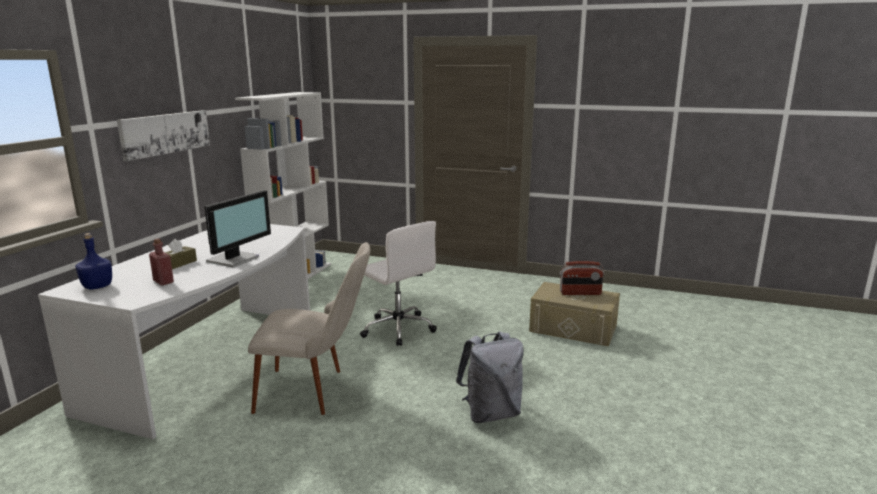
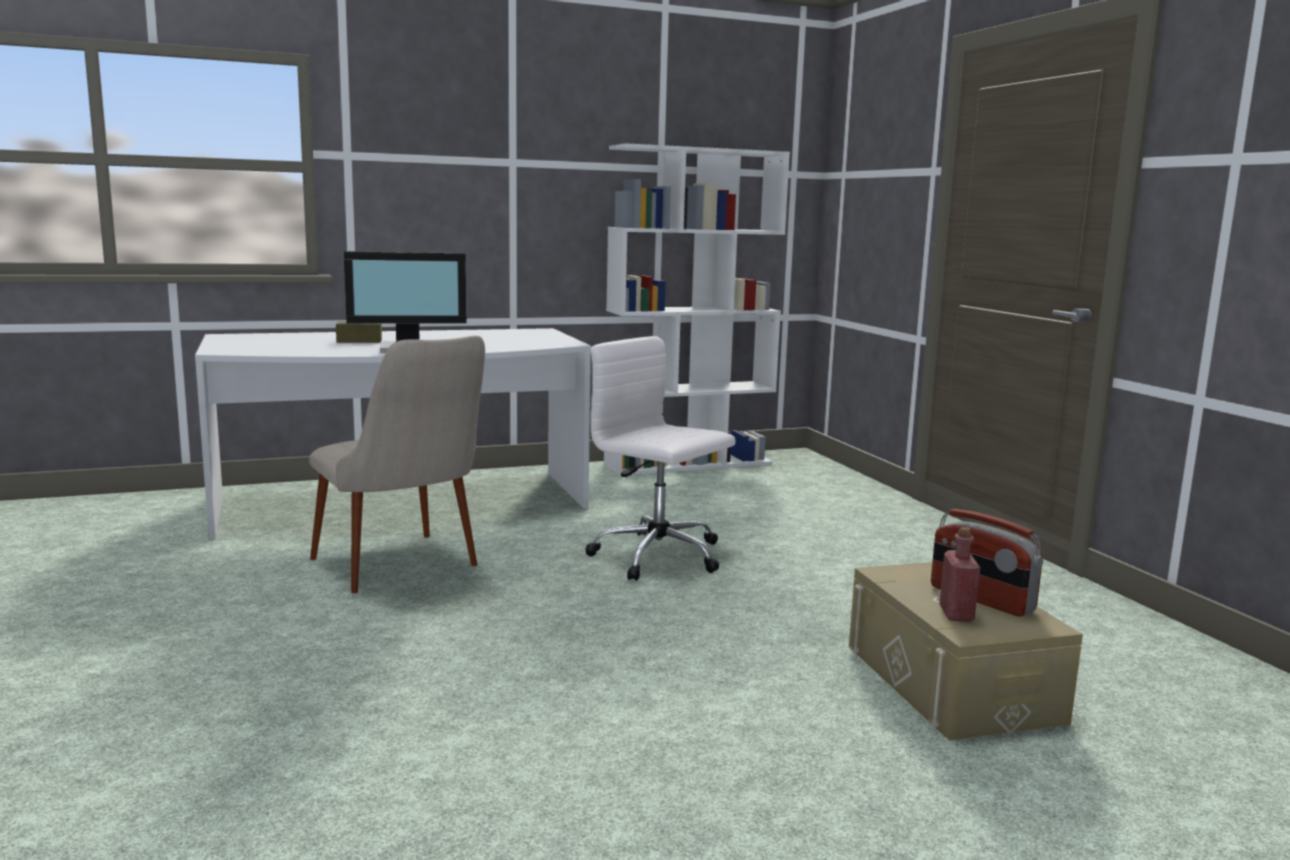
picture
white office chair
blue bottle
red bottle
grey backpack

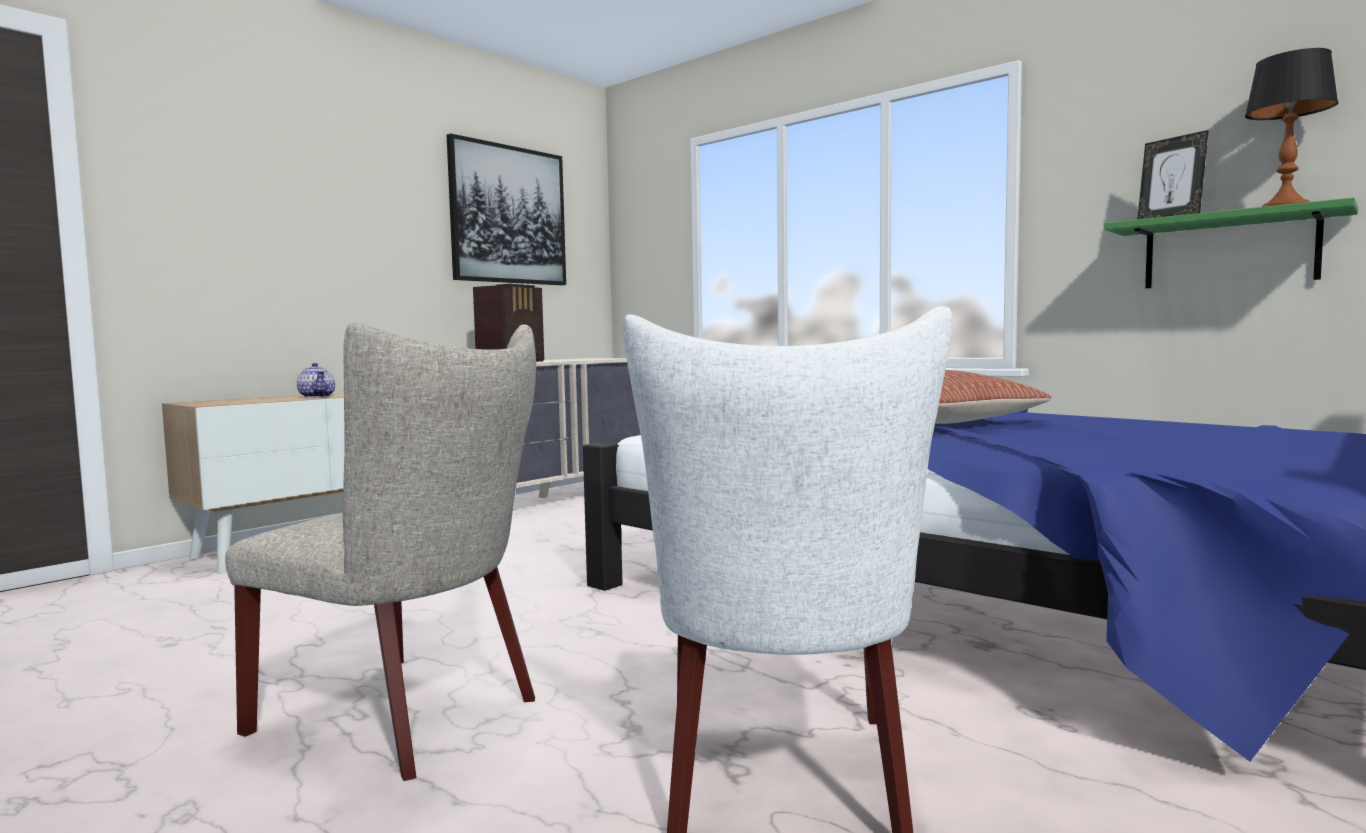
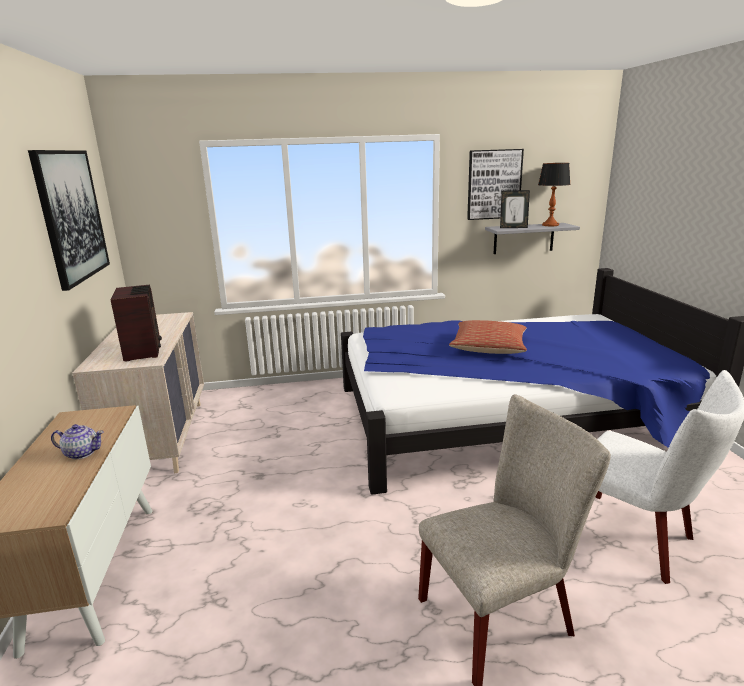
grey shelf
picture (no. 2 from left)

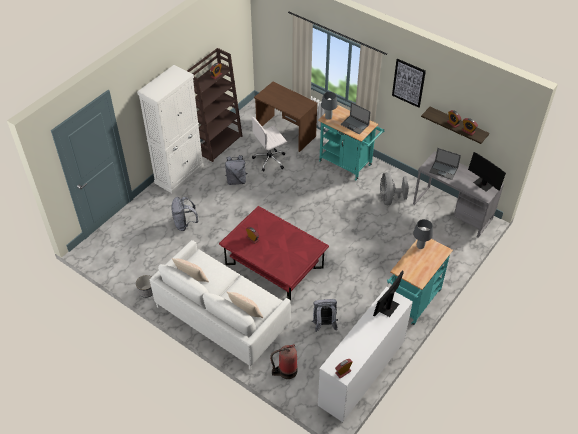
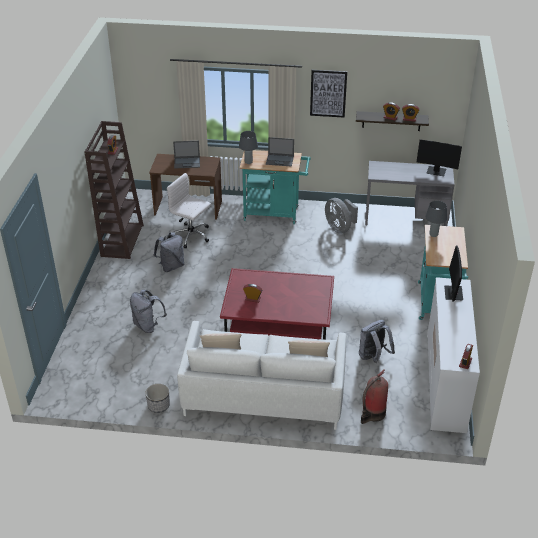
white cabinet
white office chair
laptop (no. 1 from left)

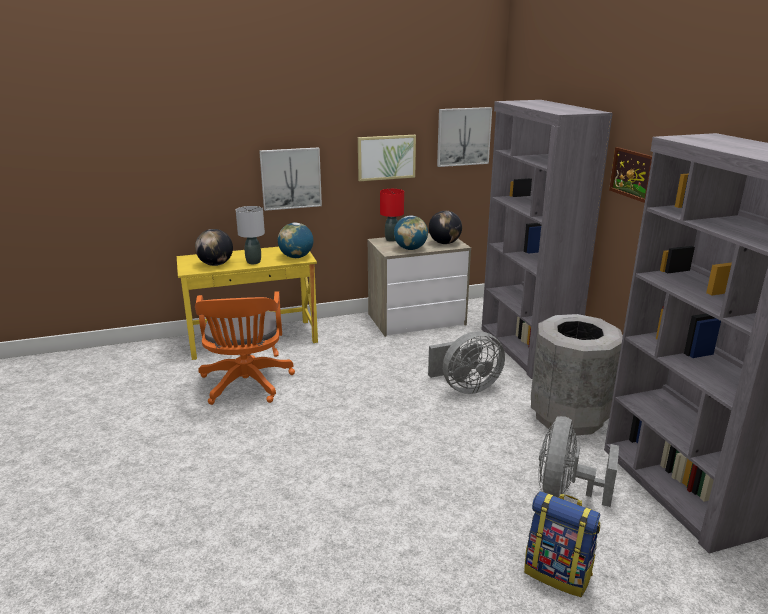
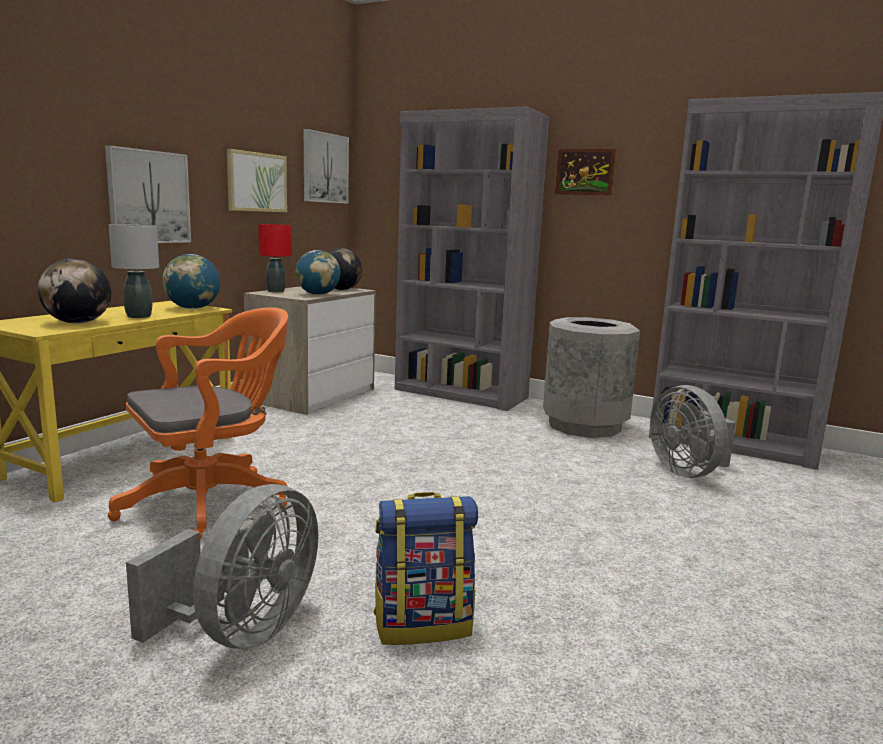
orange office chair
grey fan (no. 1 from left)
backpack

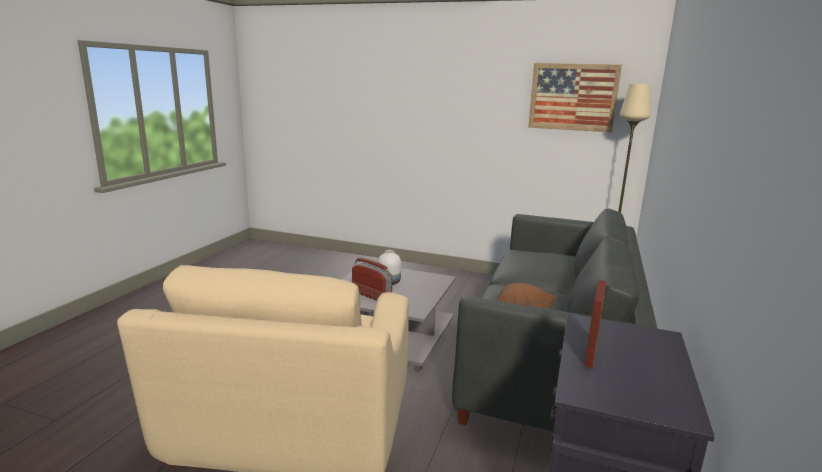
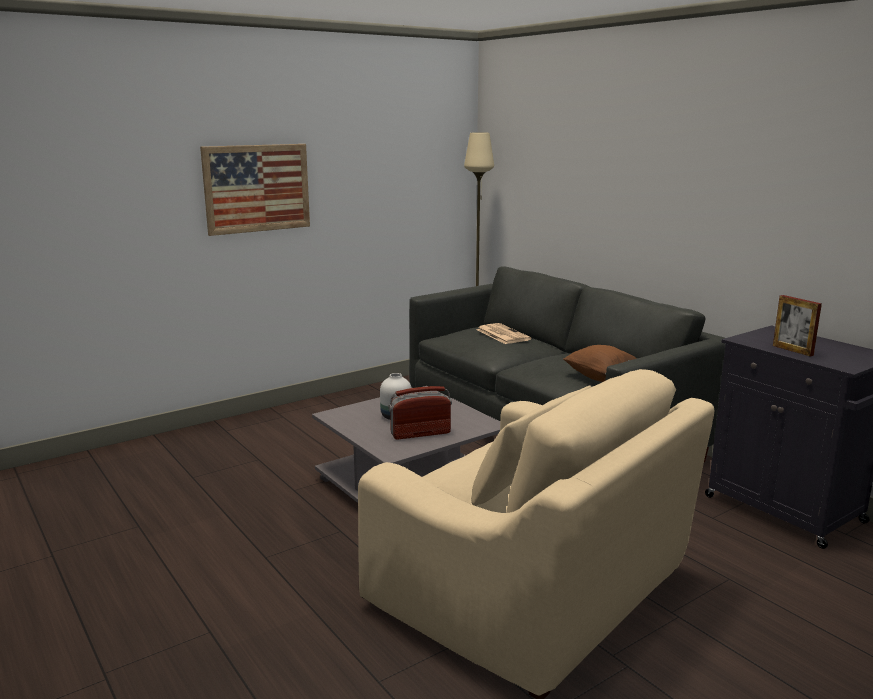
picture
newspaper

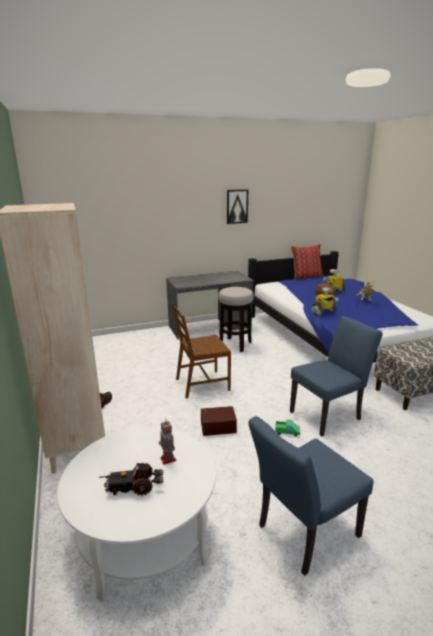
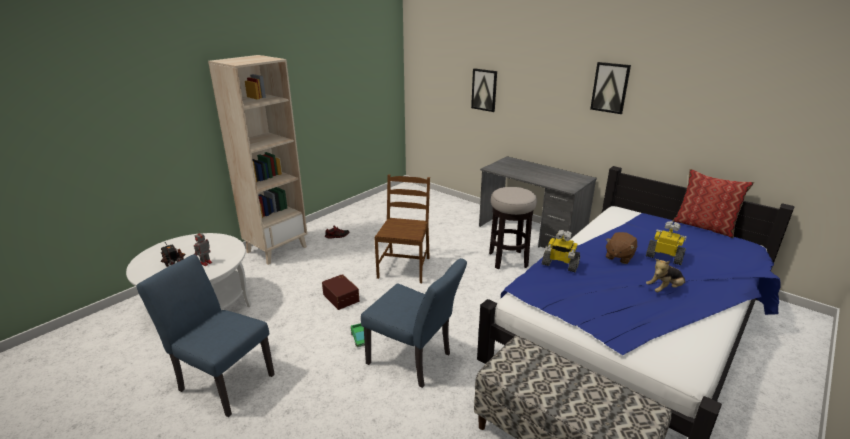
brown chair
picture (no. 1 from left)

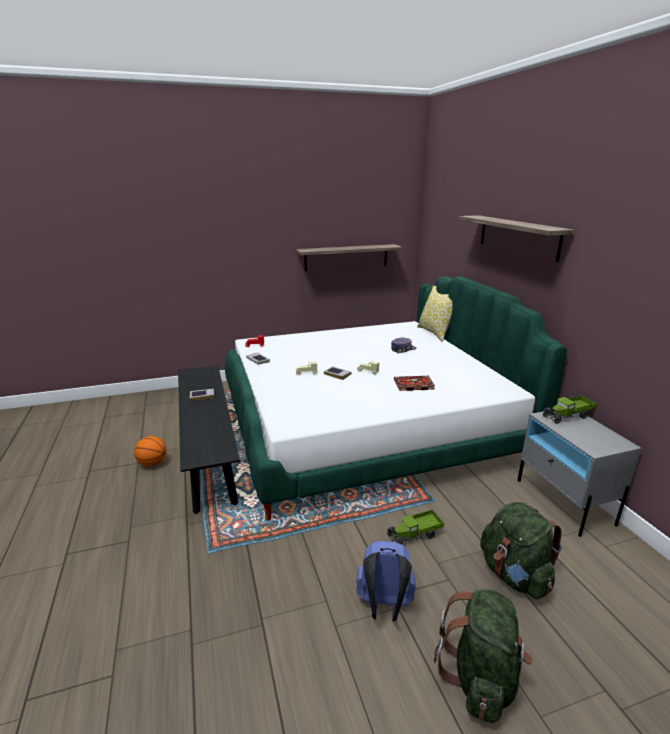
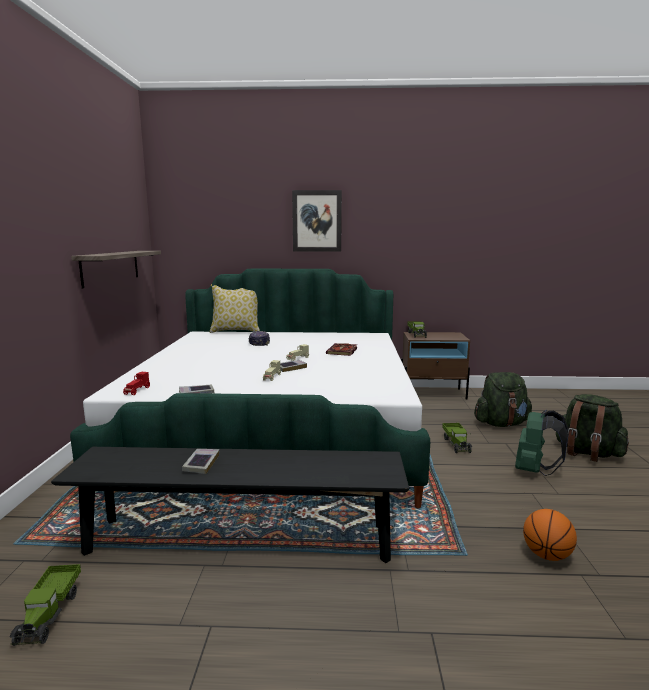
picture
brown nightstand
basketball
green backpack (no. 2 from left)
toy truck (no. 1 from left)

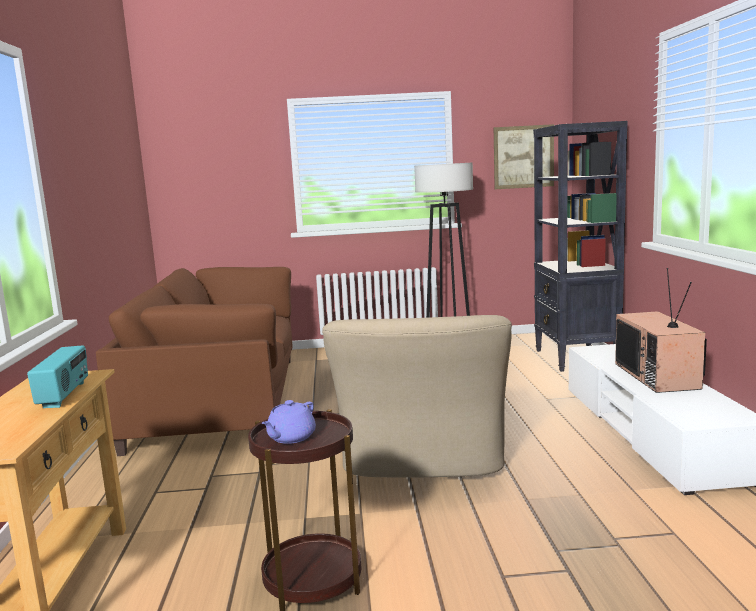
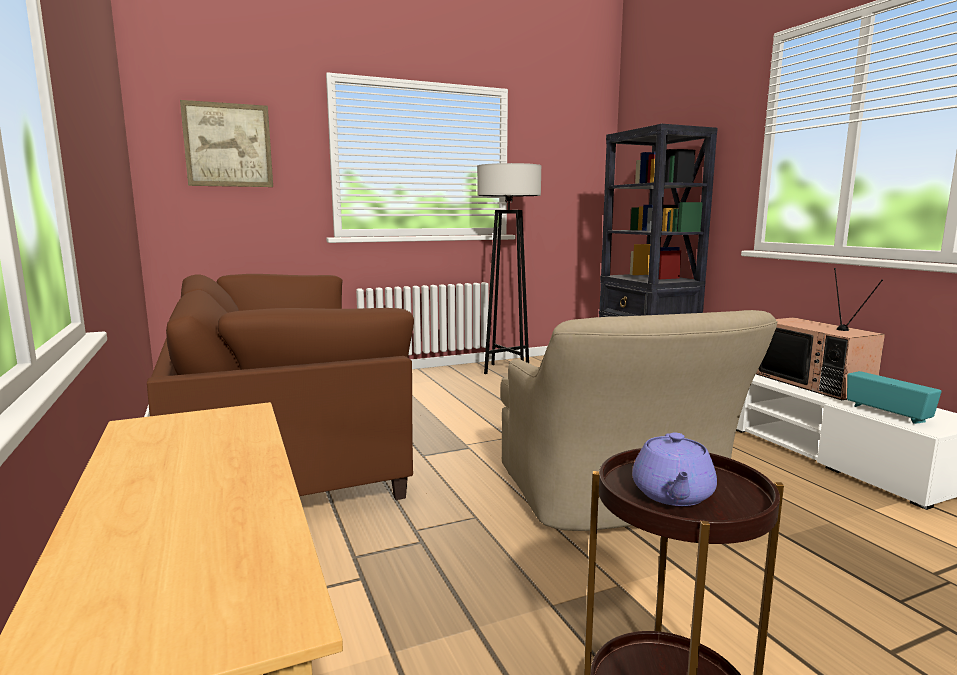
picture
radio

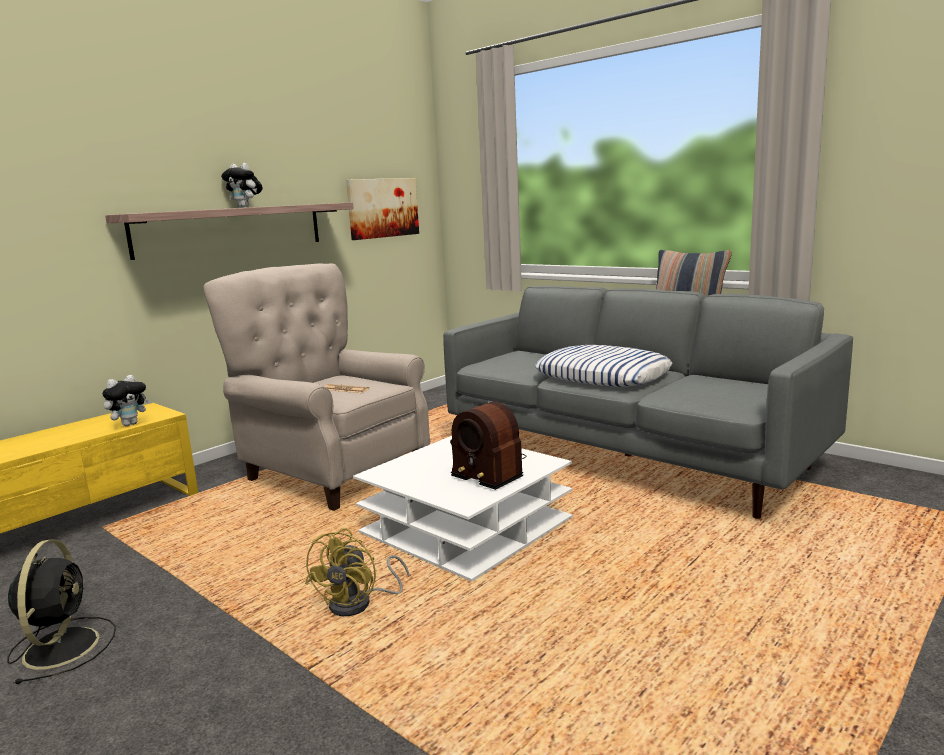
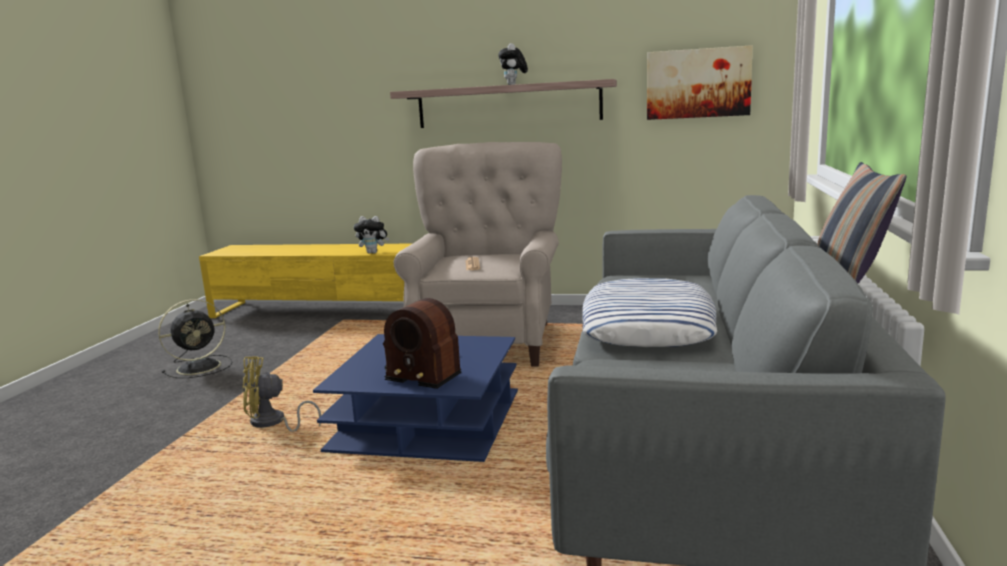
radio
blue coffee table

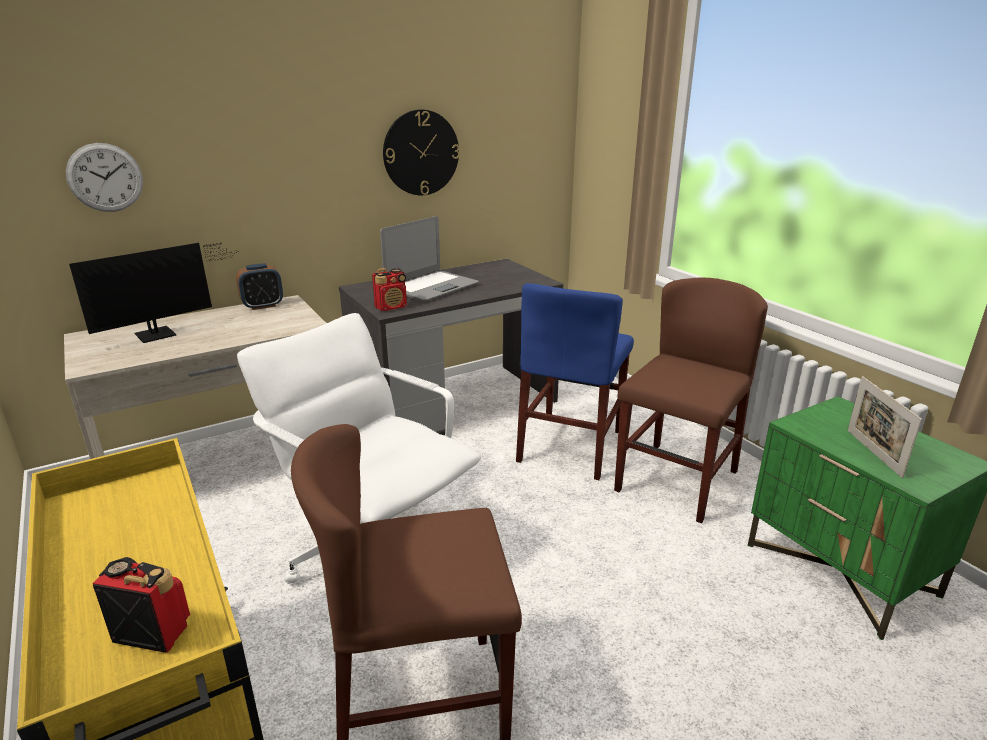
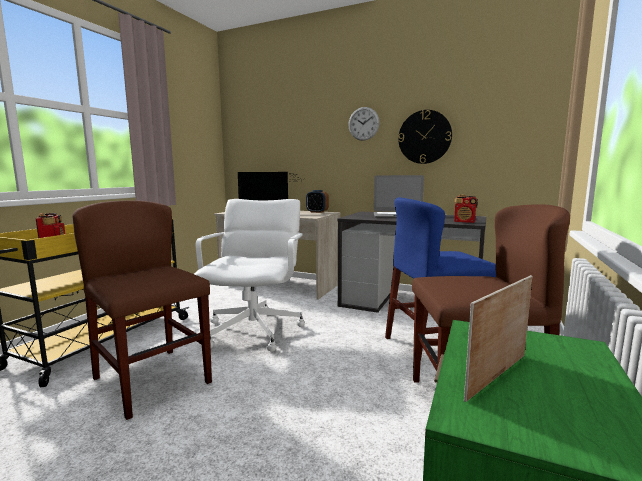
wall clock (no. 1 from left)
radio (no. 2 from left)

